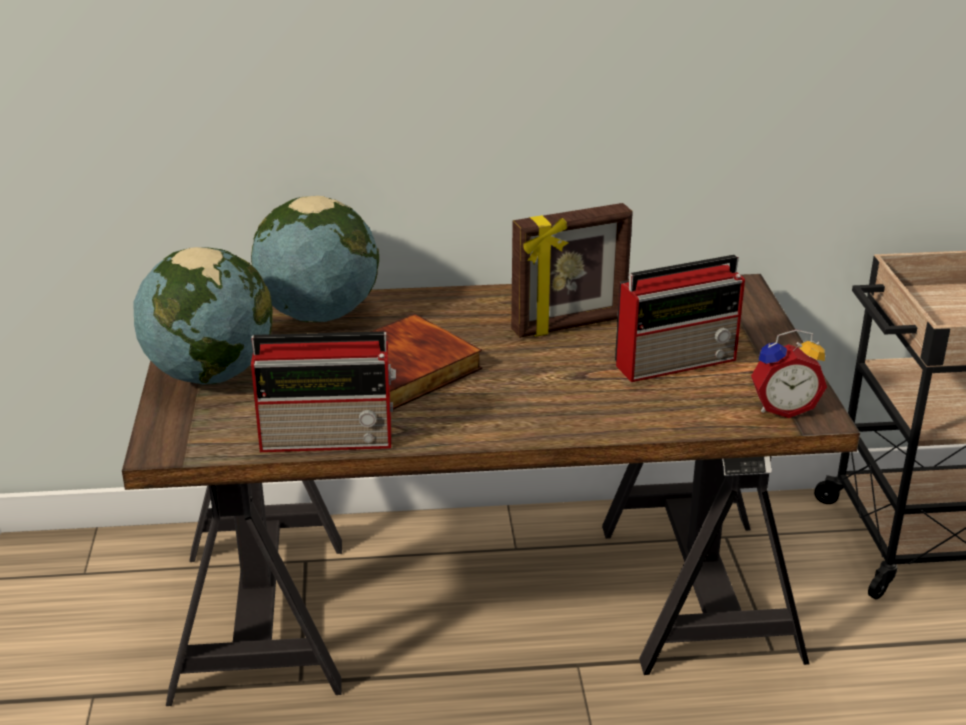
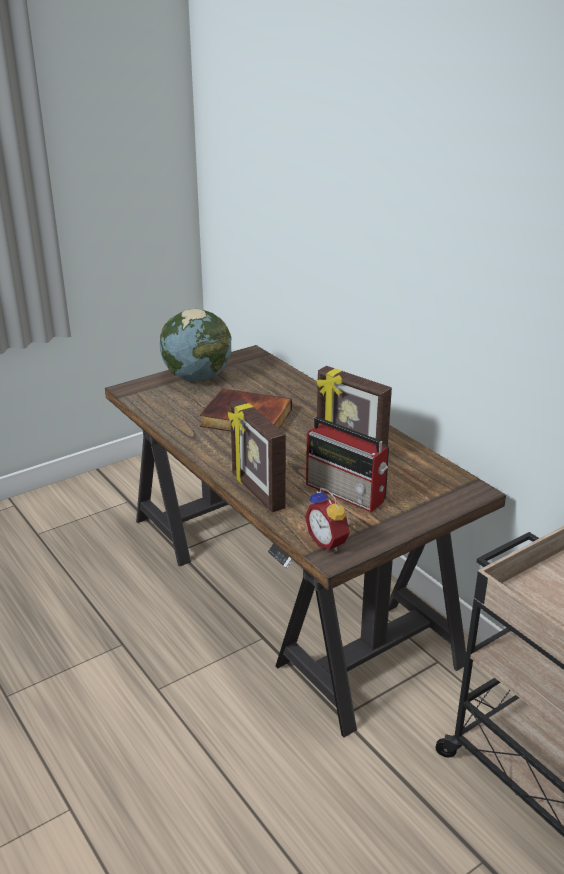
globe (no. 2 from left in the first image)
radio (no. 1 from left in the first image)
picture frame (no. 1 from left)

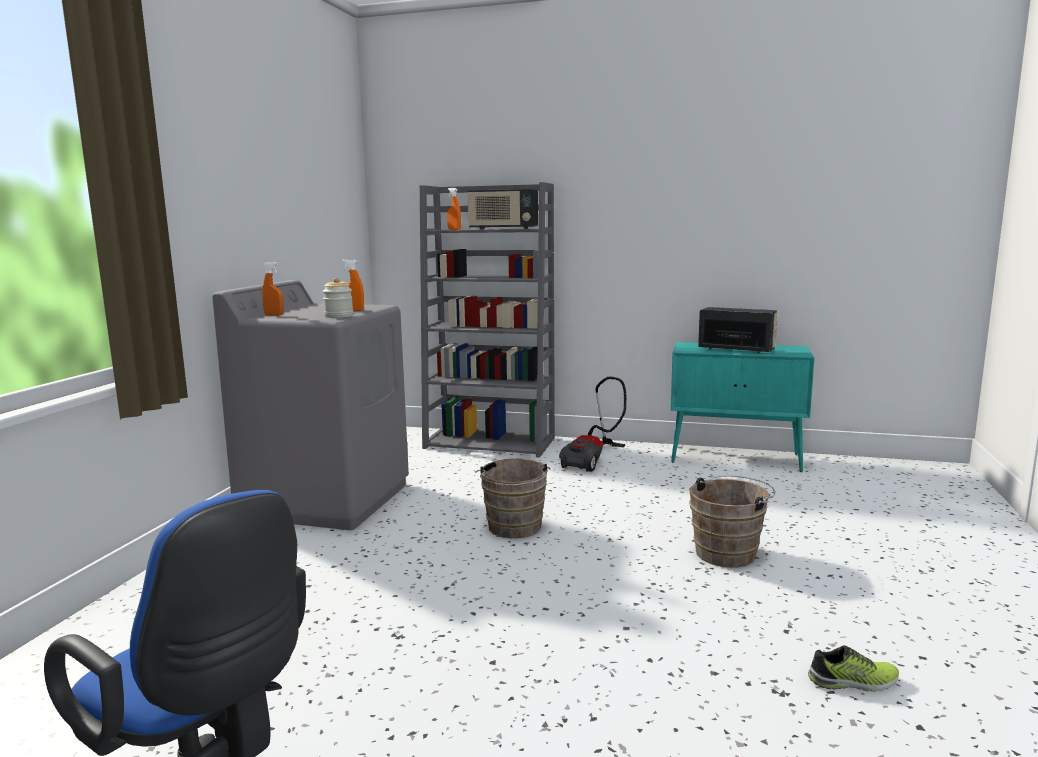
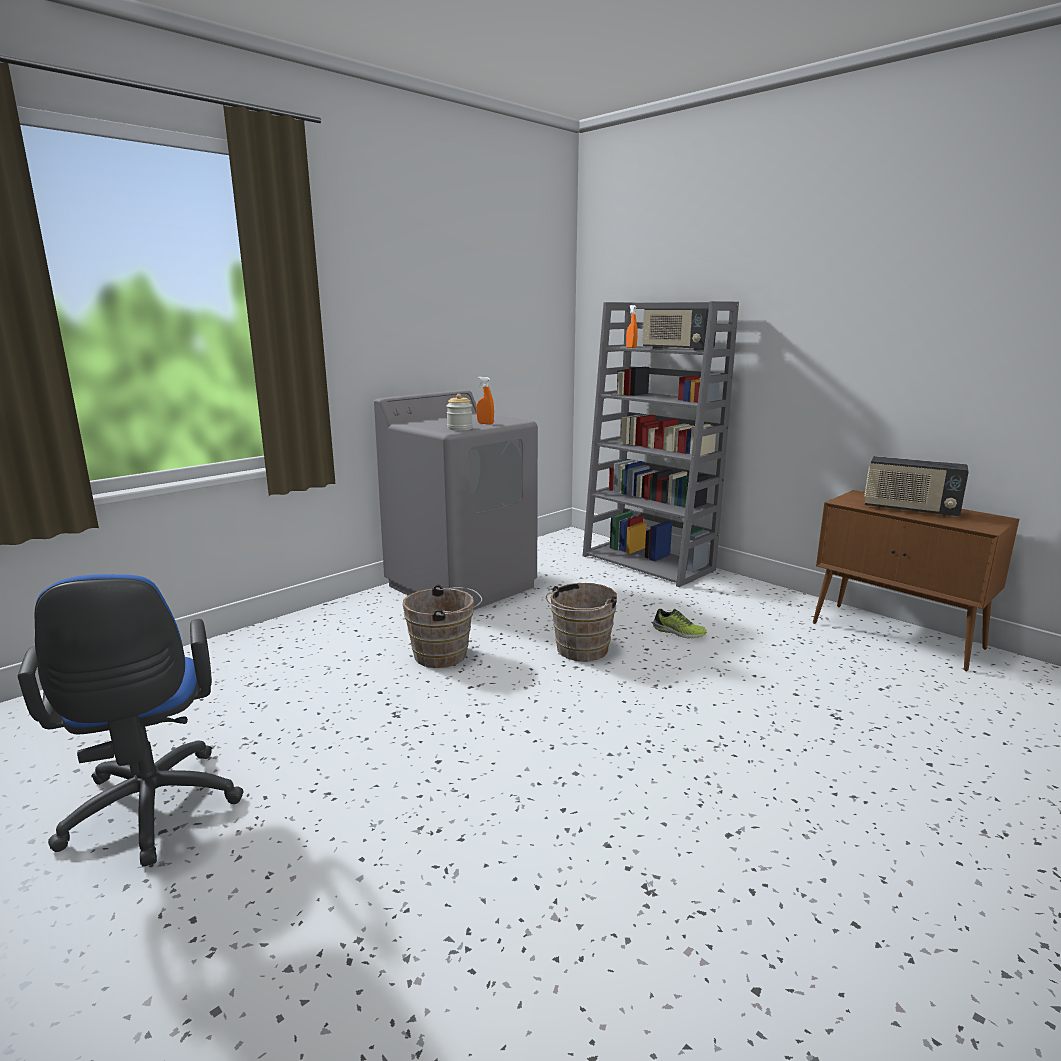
orange spray bottle (no. 1 from left in the first image)
radio (no. 2 from left)
brown cabinet
vacuum cleaner
brown bucket (no. 1 from left)
shoe

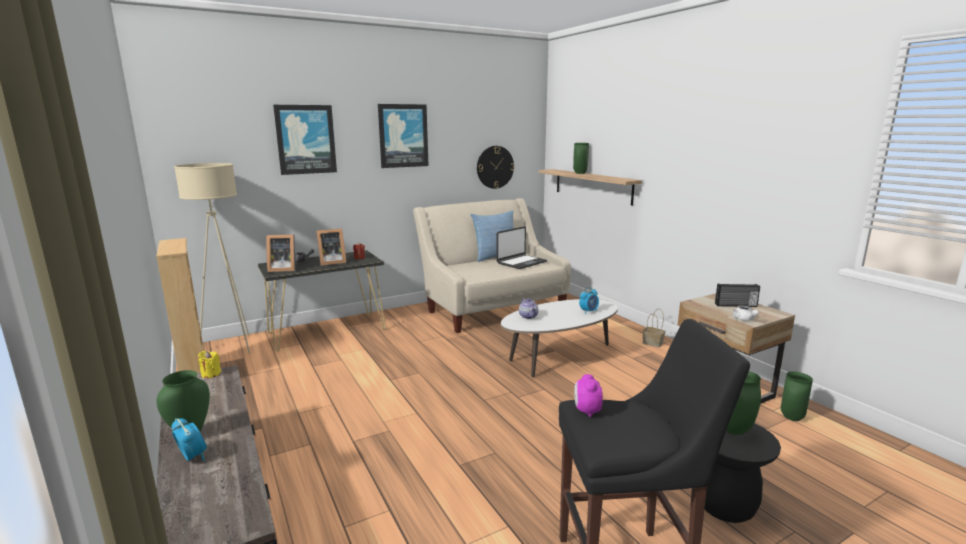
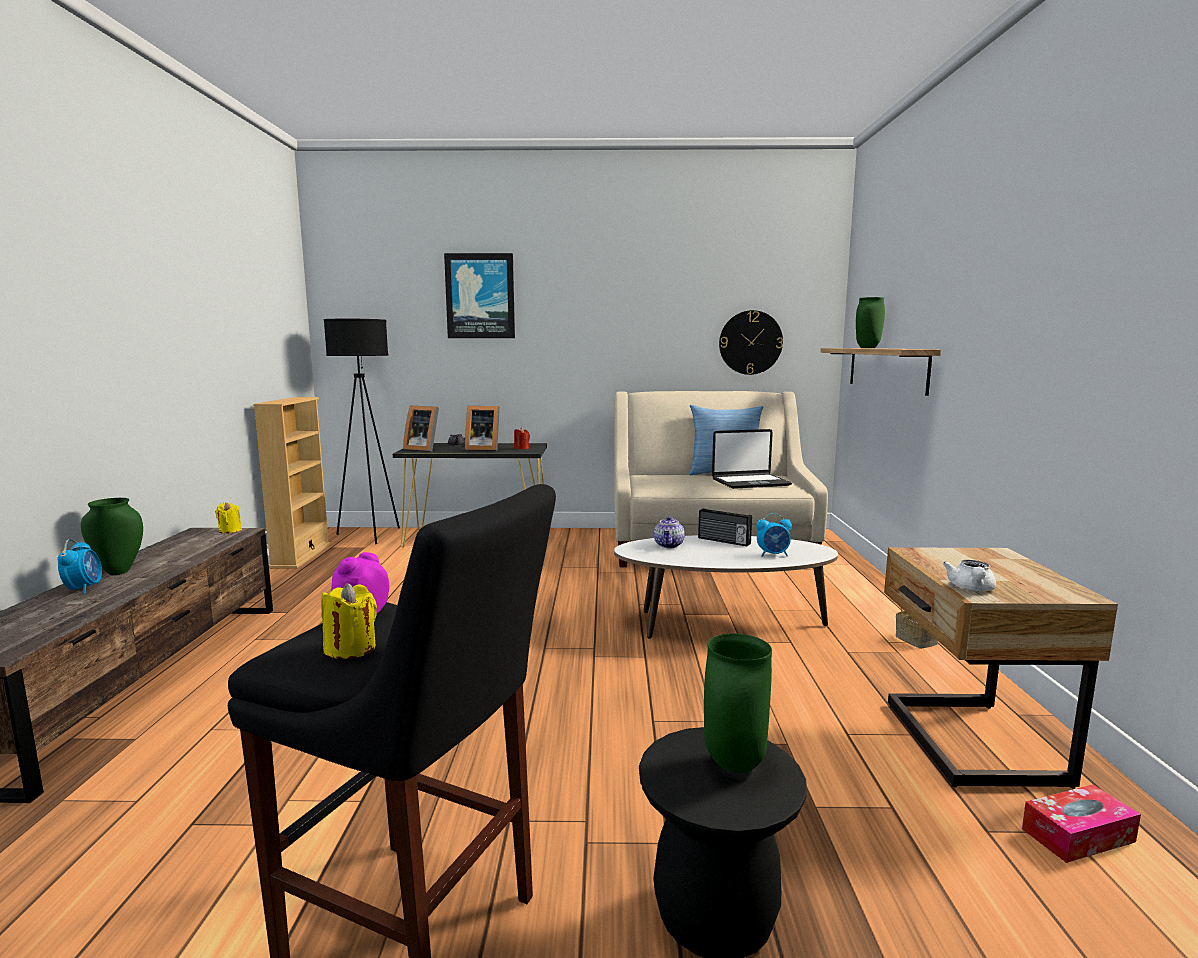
picture (no. 2 from left in the first image)
black floor lamp
radio
tissue box
yellow candle (no. 2 from left)

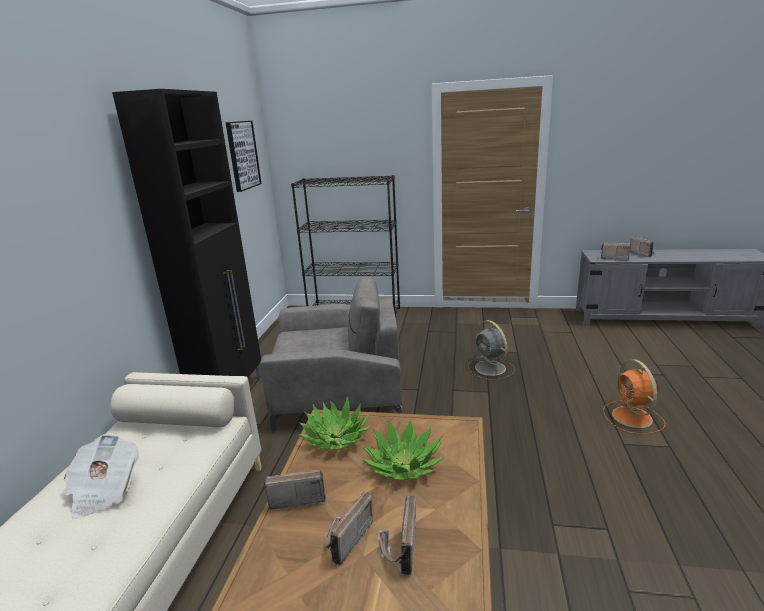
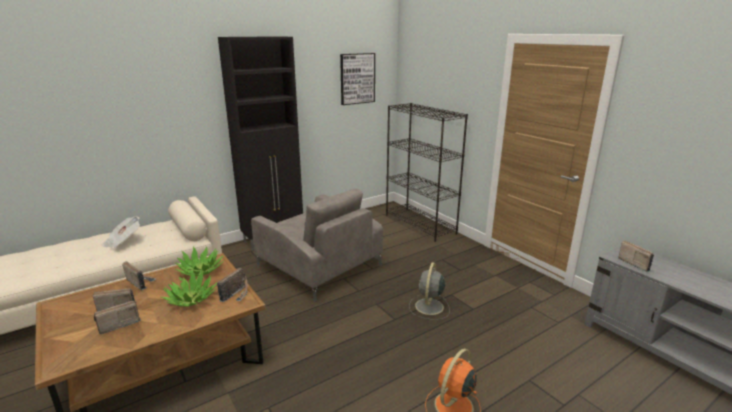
radio (no. 4 from left)

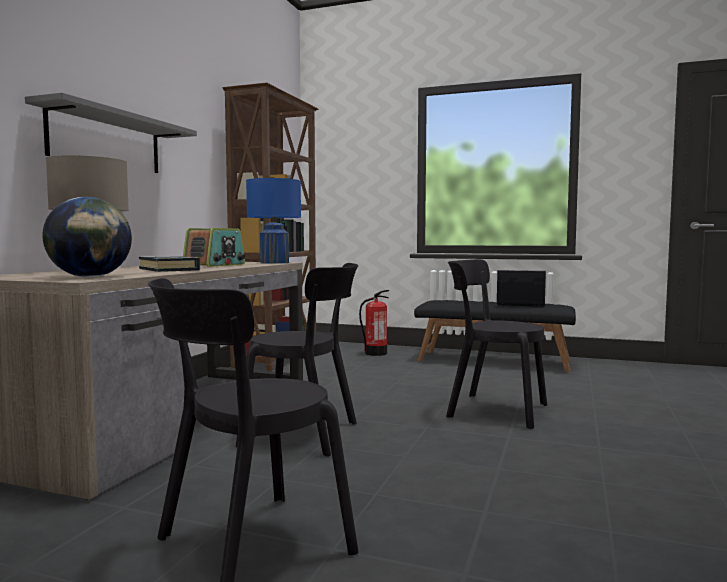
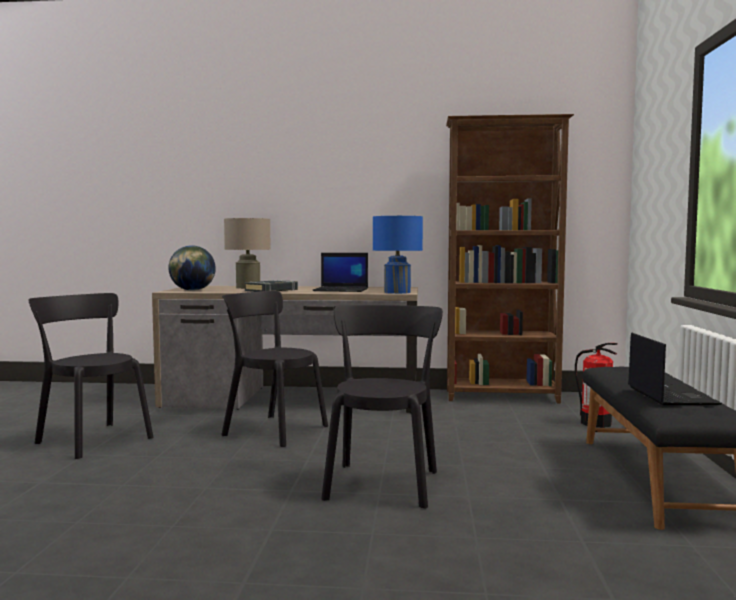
grey shelf
laptop (no. 1 from left)
black chair (no. 2 from left)

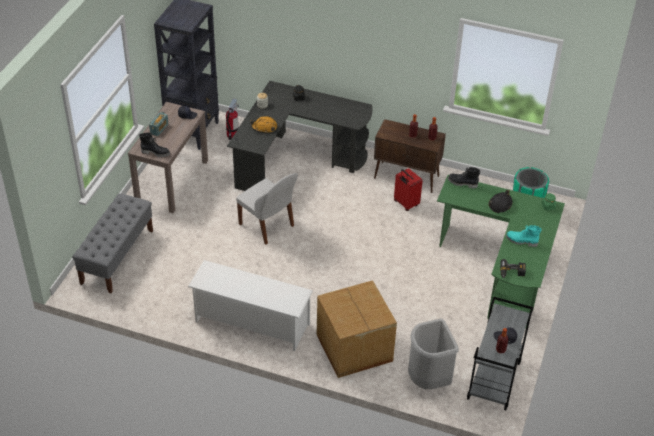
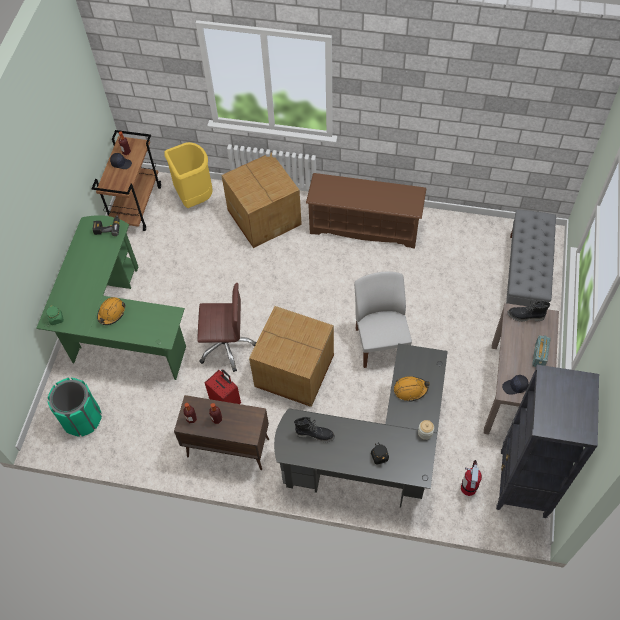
black boot (no. 1 from left)
white chair
orange hard hat (no. 1 from left)
turquoise boot
brown shoe rack
brown cart
yellow trash can
brown office chair
cardboard box (no. 2 from left)

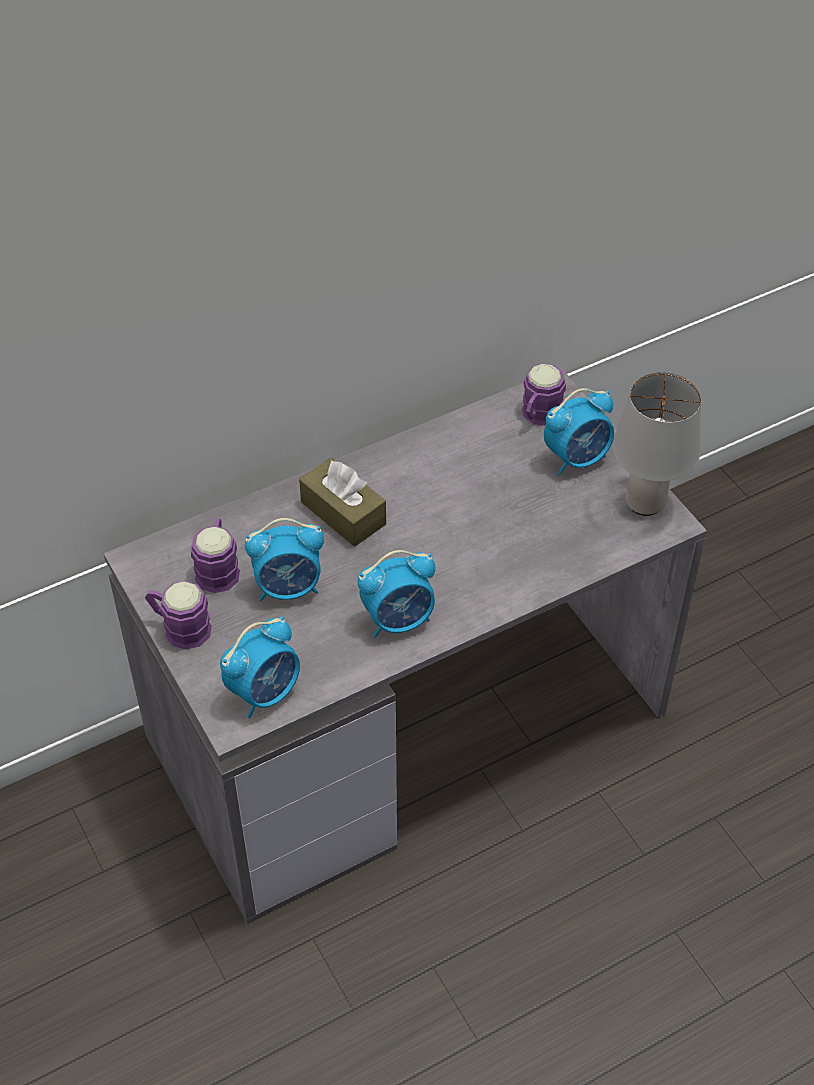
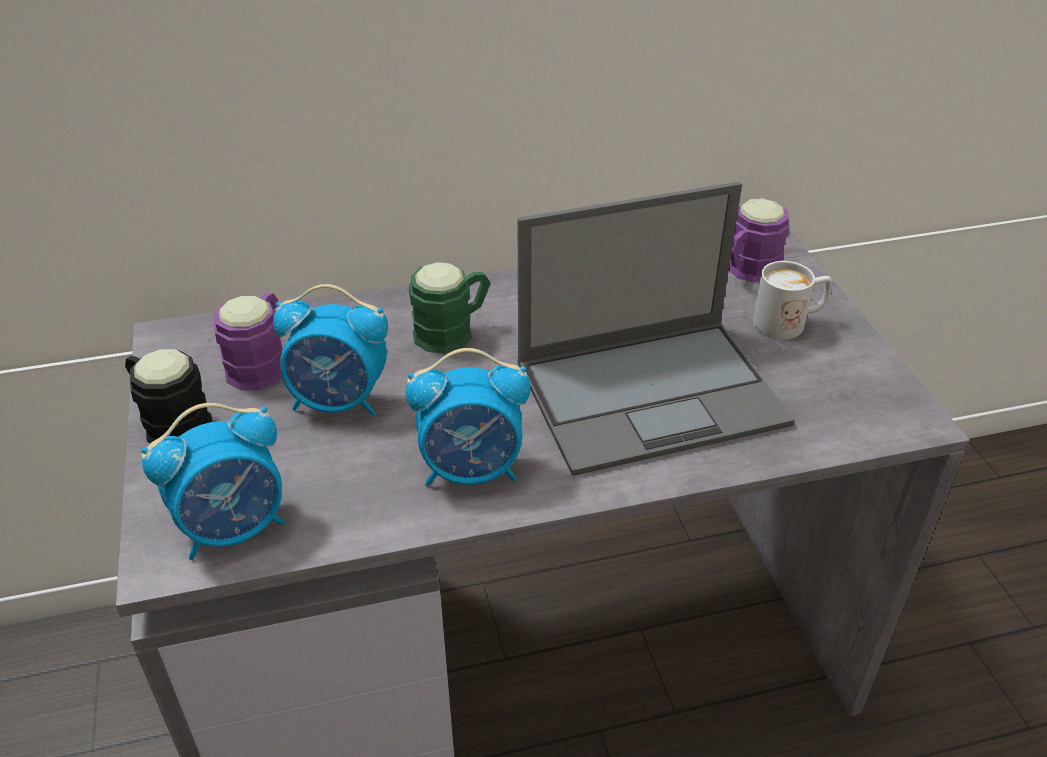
grey table lamp
white mug
green mug
black mug
laptop

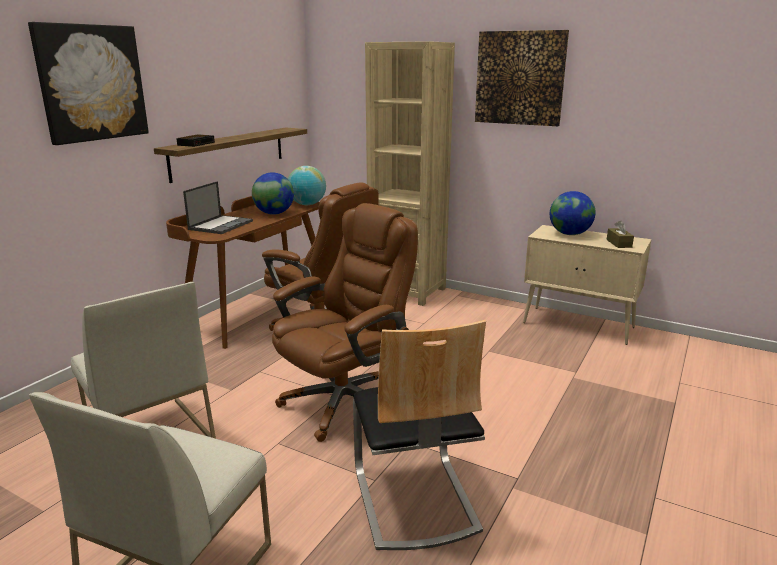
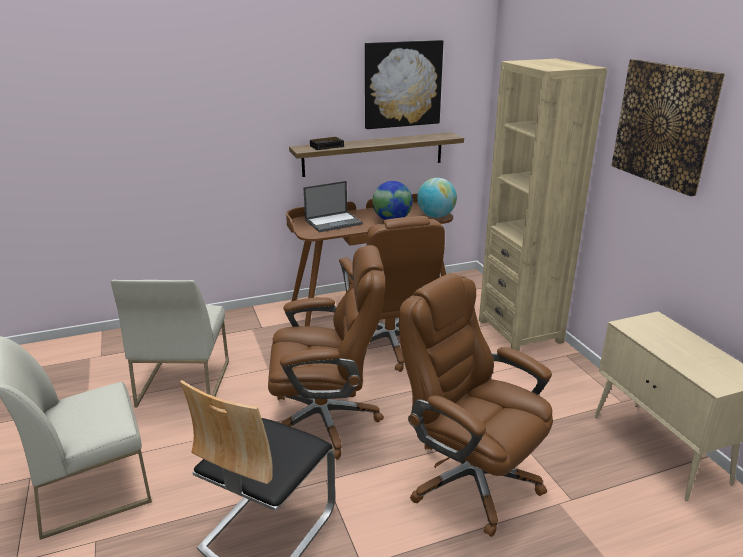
picture (no. 1 from left)
globe (no. 3 from left in the first image)
brown tissue box
brown office chair (no. 3 from left)

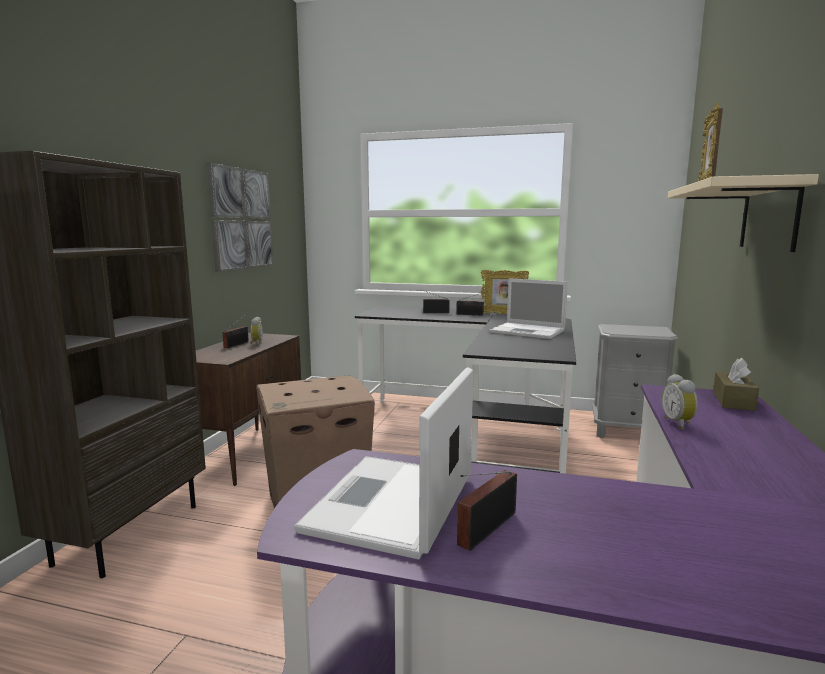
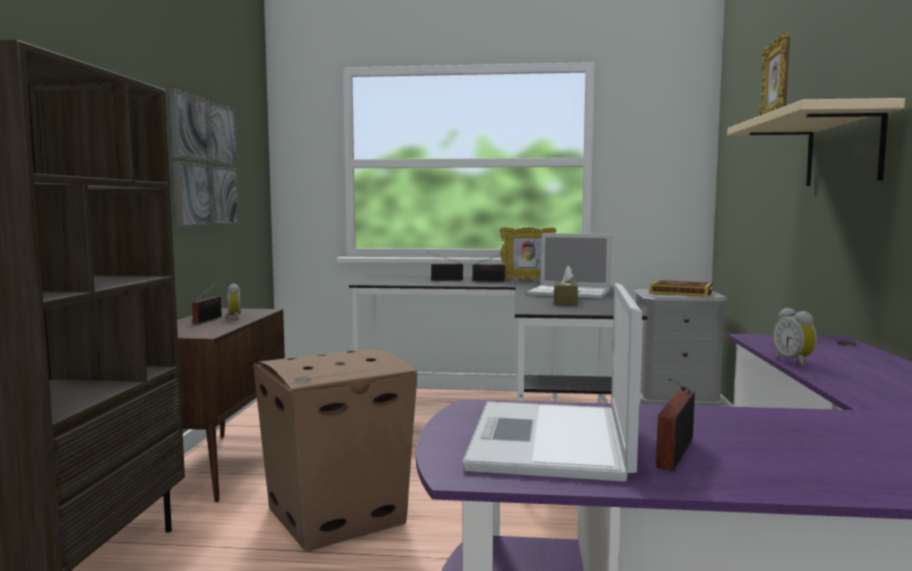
brown tissue box
book

